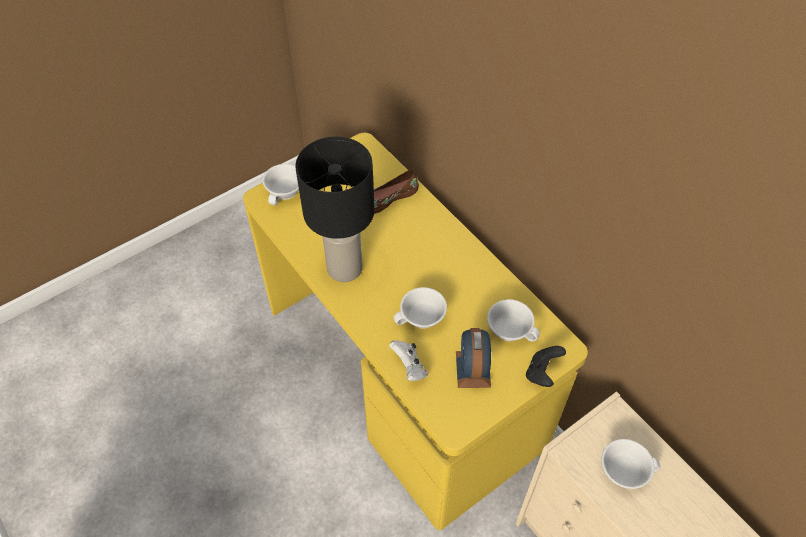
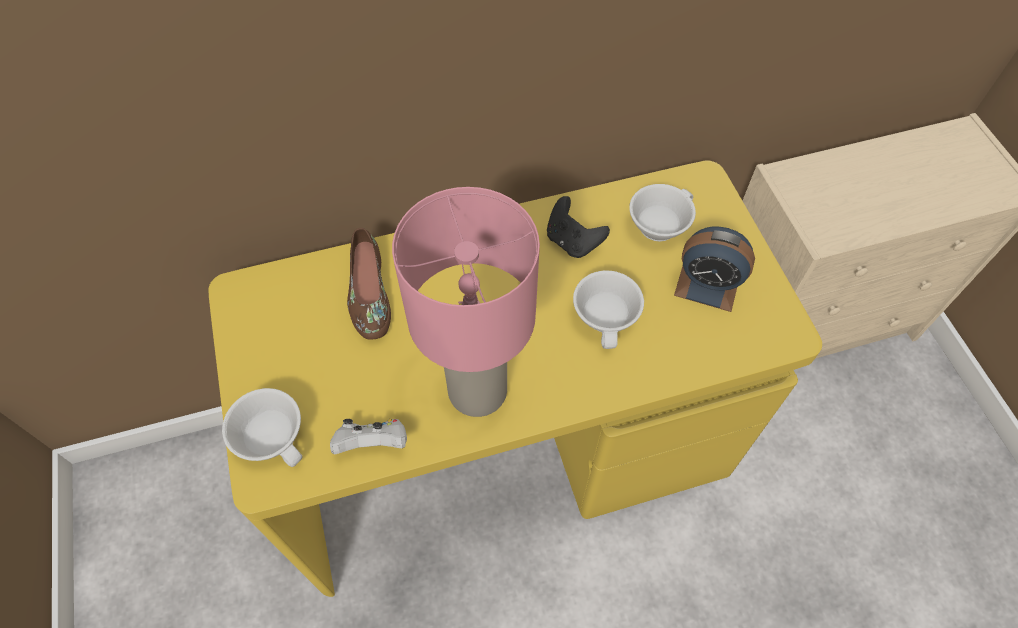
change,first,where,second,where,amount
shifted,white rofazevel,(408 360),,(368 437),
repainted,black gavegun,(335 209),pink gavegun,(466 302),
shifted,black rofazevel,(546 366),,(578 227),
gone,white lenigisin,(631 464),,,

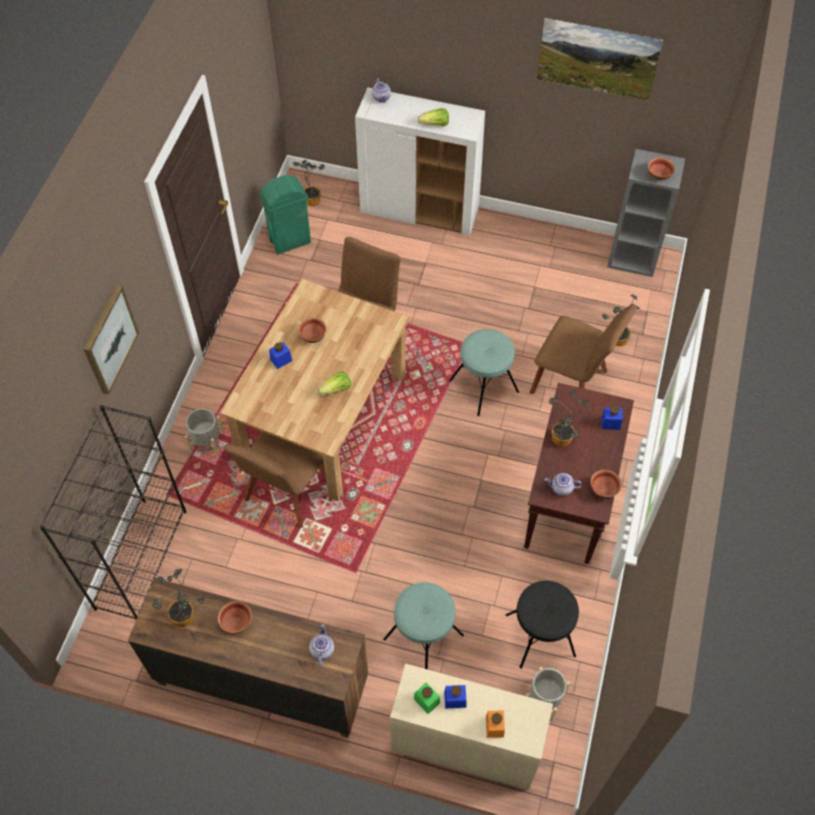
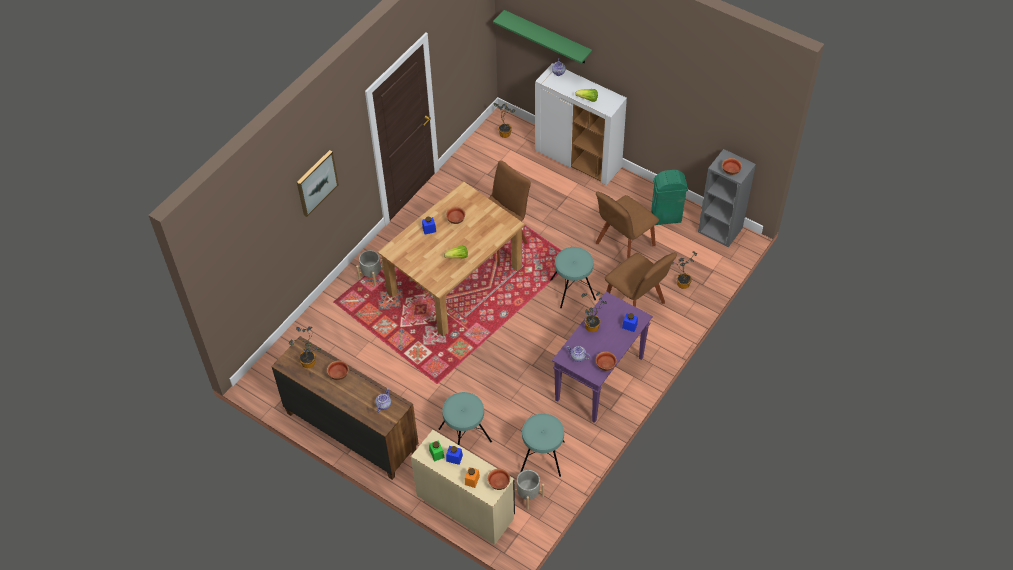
change,first,where,second,where,amount
new,,,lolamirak,(499 479),
new,,,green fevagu,(542 37),
repainted,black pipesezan,(542 625),turquoise pipesezan,(542 445),
repainted,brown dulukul,(579 473),purple dulukul,(602 357),
shifted,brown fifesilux,(275 480),,(627 225),
shifted,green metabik,(285 214),,(669 197),
gone,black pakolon,(113 512),,,
gone,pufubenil,(600 59),,,

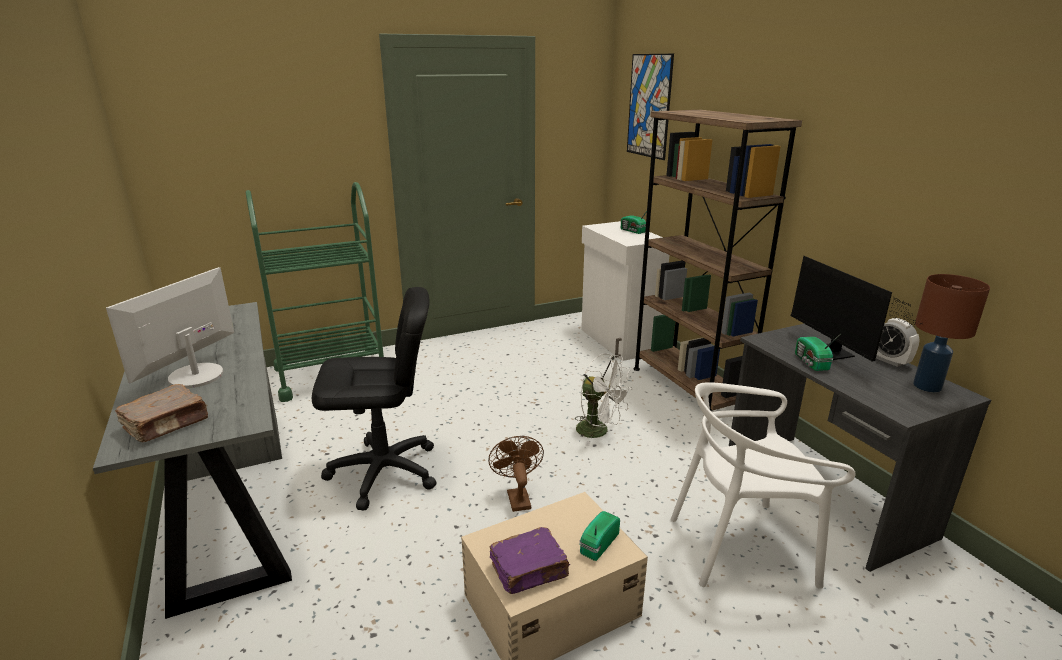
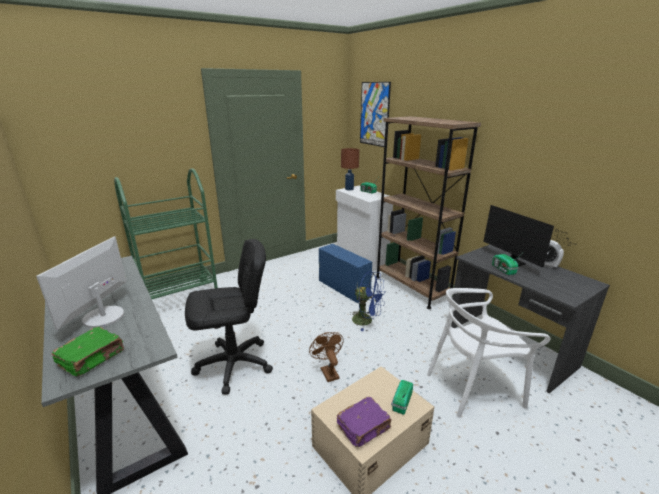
change,first,where,second,where,amount
repainted,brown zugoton,(161 413),green zugoton,(88 351),
new,,,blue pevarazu,(345 273),
shifted,brown gavegun,(951 333),,(350 169),
repainted,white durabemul,(603 399),blue durabemul,(367 301),

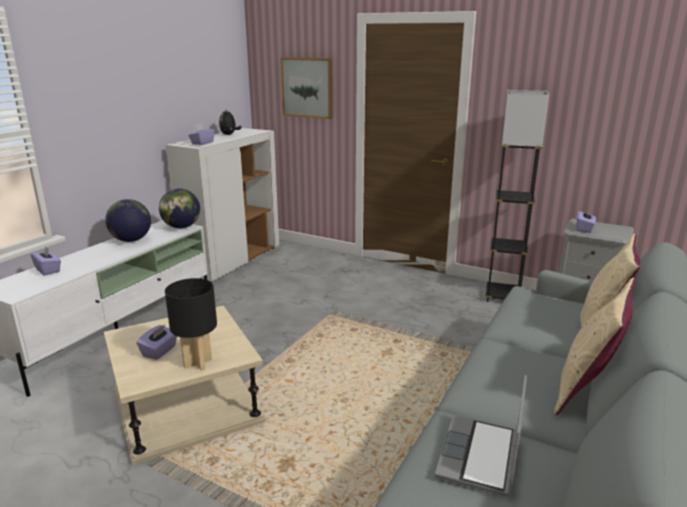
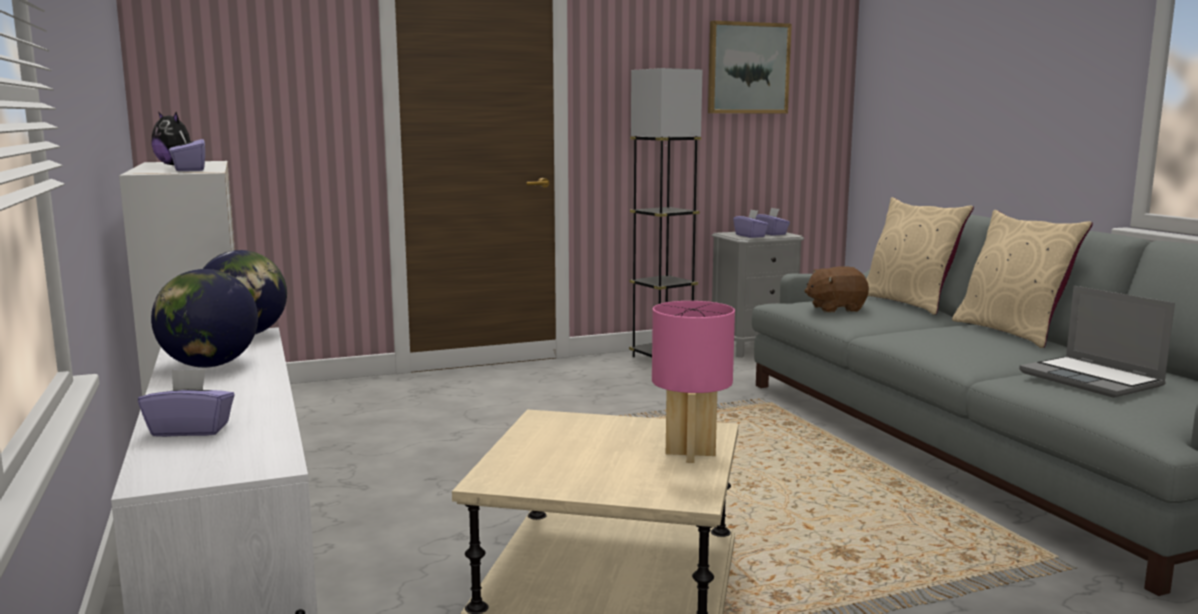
change,first,where,second,where,amount
repainted,black gavegun,(191 324),pink gavegun,(693 382),
shifted,pufubenil,(306 88),,(750 67),
shifted,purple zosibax,(157 342),,(773 222),
new,,,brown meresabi,(837 289),

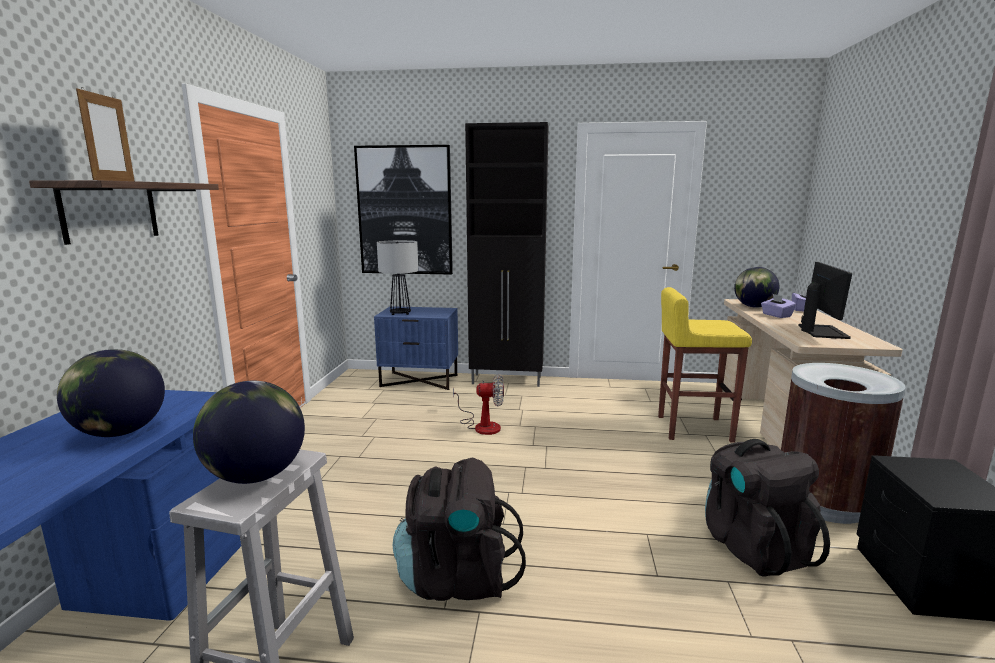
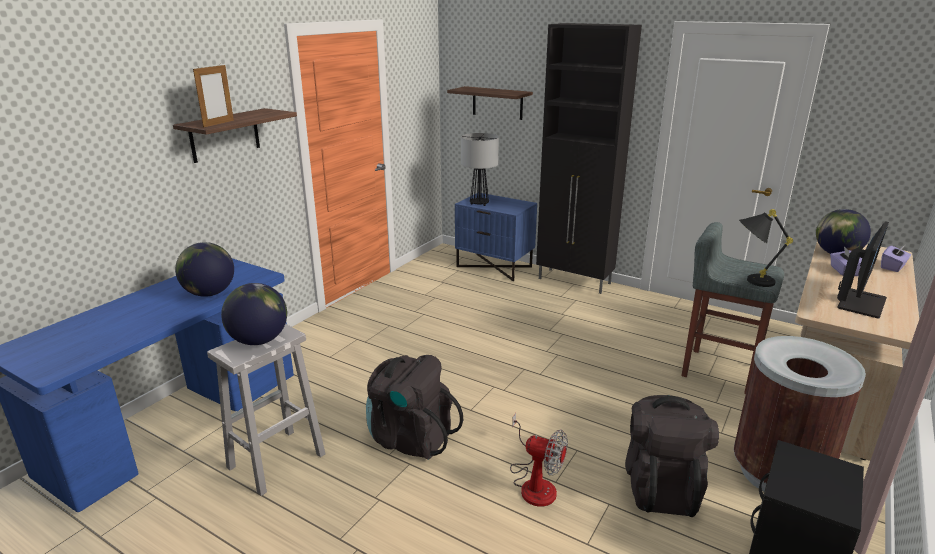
change,first,where,second,where,amount
swapped,pufubenil,(403 210),fevagu,(490 103),
shifted,durabemul,(478 404),,(539 460),
repainted,yellow pipesezan,(705 365),grey pipesezan,(732 308),
new,,,black gavegun,(766 248),

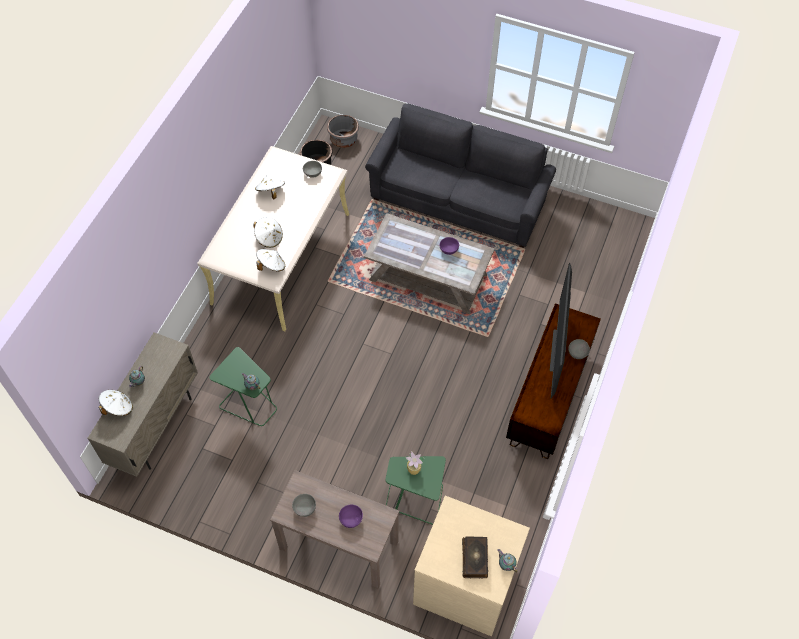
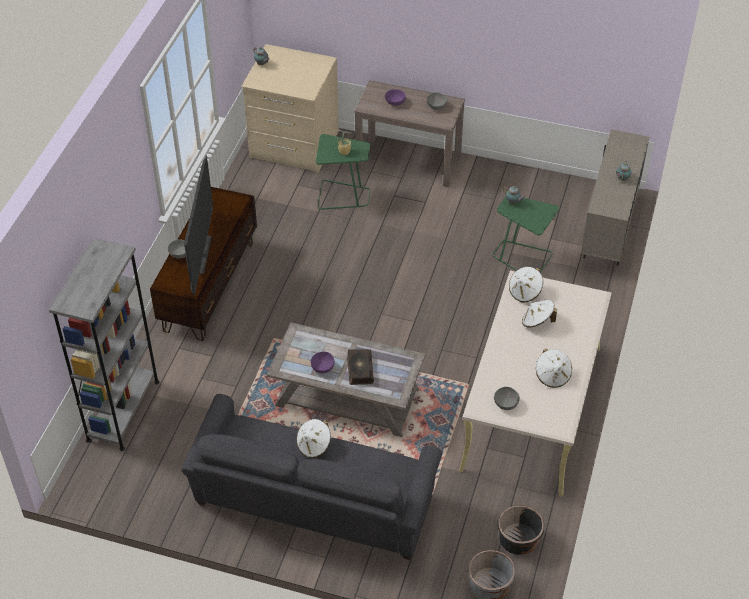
change,first,where,second,where,amount
new,,,grey pakolon,(104 344),
shifted,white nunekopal,(115 403),,(314 438),
shifted,zugoton,(475 557),,(360 367),

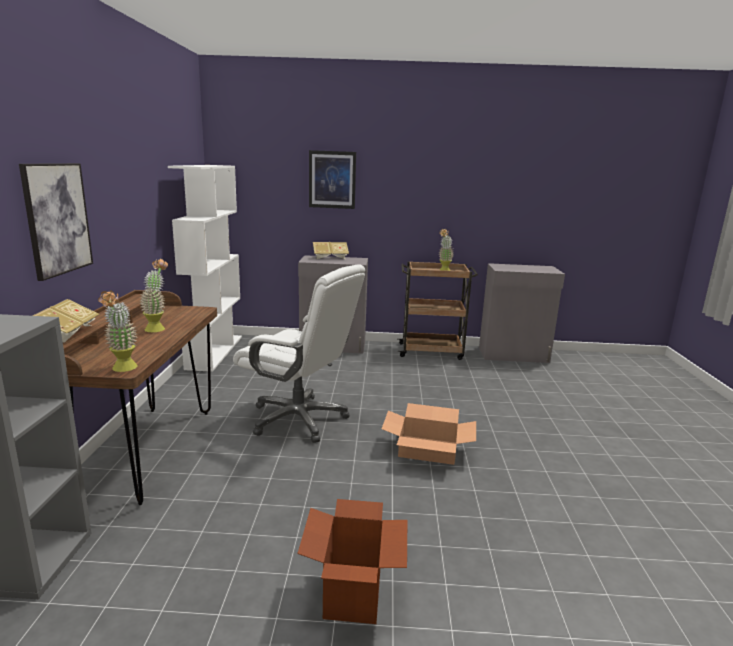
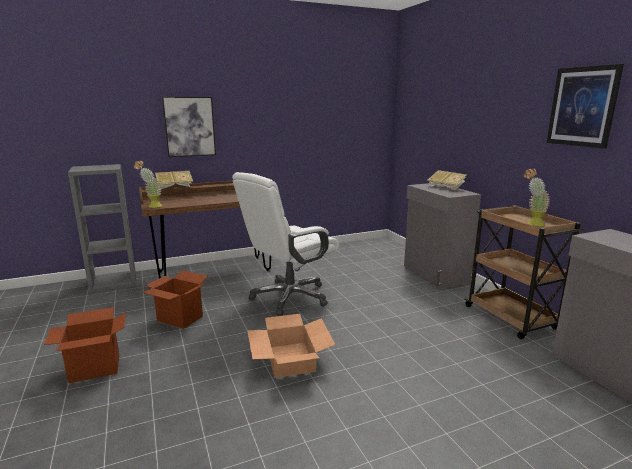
change,first,where,second,where,amount
new,,,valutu,(175 299),
rotated,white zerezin,(299 353),,(285 244),45 degrees clockwise
shifted,pufubenil,(332 179),,(585 106),
gone,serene,(154 295),,,
gone,white pakolon,(205 268),,,

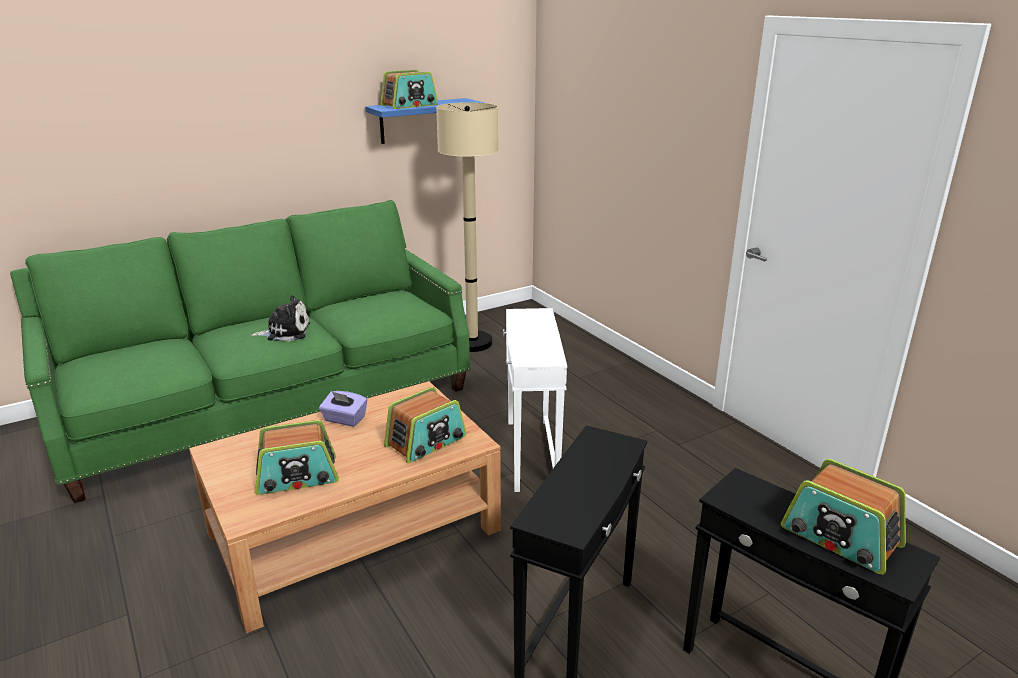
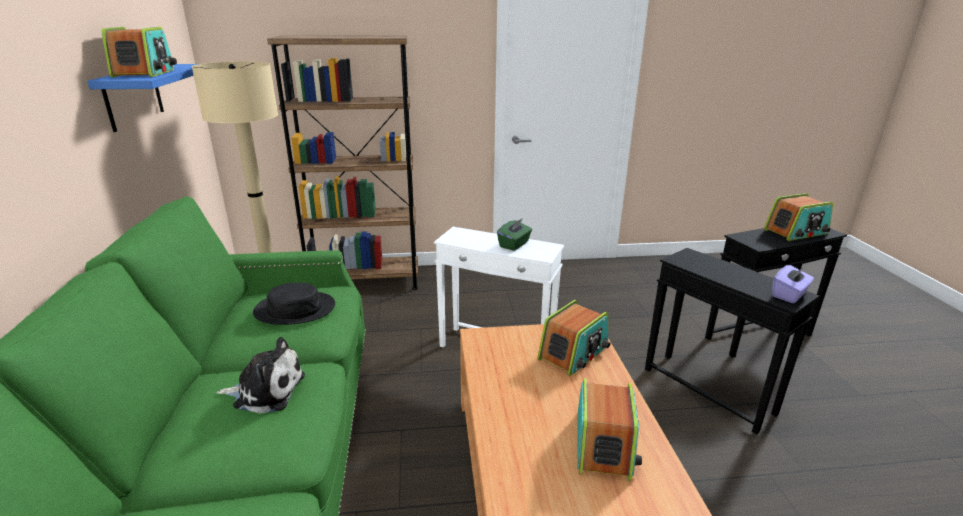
change,first,where,second,where,amount
rotated,meresabi,(280 318),,(261 375),75 degrees clockwise
new,,,black nunekopal,(294 304),
new,,,brown pakolon,(342 162),
new,,,green zosibax,(514 234),
rotated,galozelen,(425 425),,(573 338),60 degrees clockwise
shifted,purple zosibax,(343 408),,(793 284),

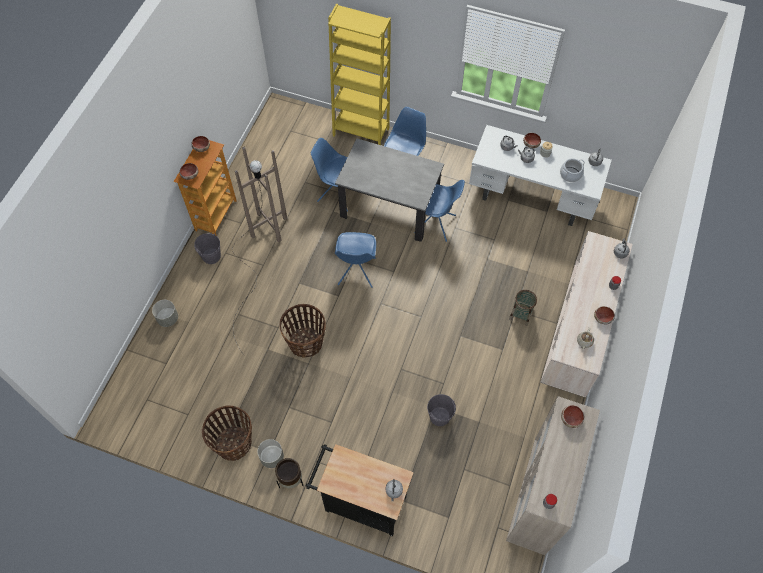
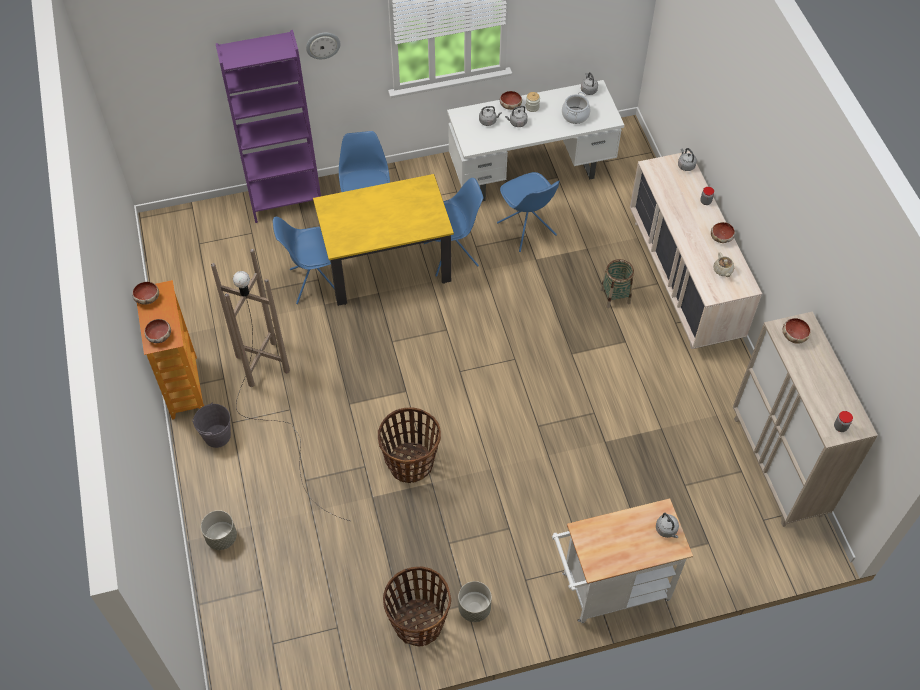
change,first,where,second,where,amount
repainted,yellow pakolon,(359 74),purple pakolon,(268 126),
new,,,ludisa,(323 46),
repainted,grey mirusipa,(389 190),yellow mirusipa,(383 240),
shifted,blue fifesilux,(355 260),,(528 212),
repainted,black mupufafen,(360 490),white mupufafen,(622 560),
gone,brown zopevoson,(289 473),,,
gone,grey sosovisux,(441 410),,,

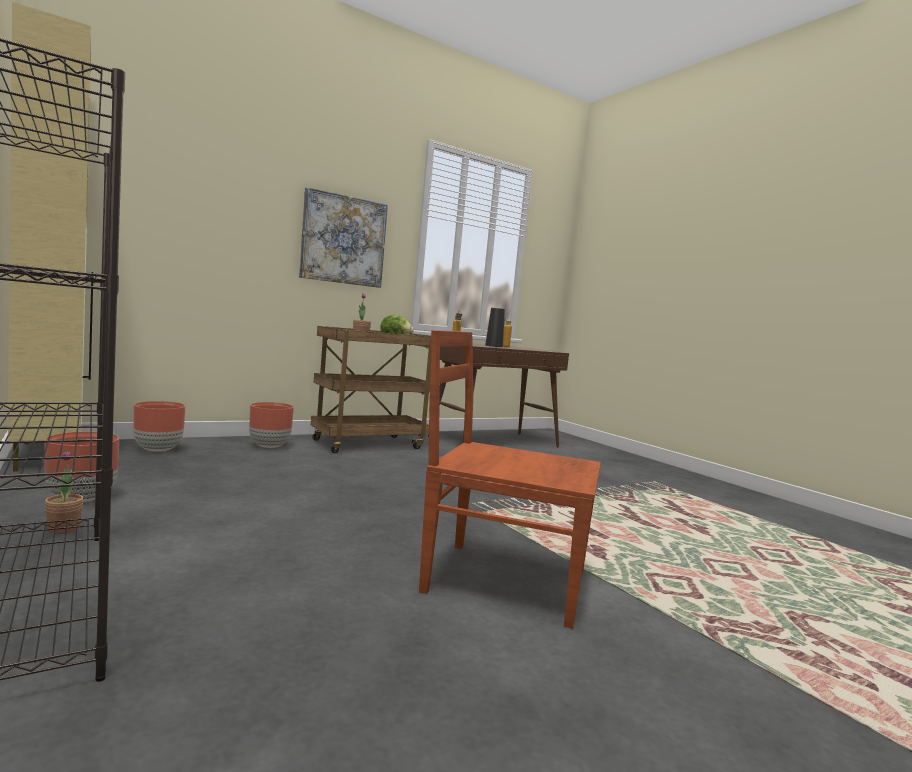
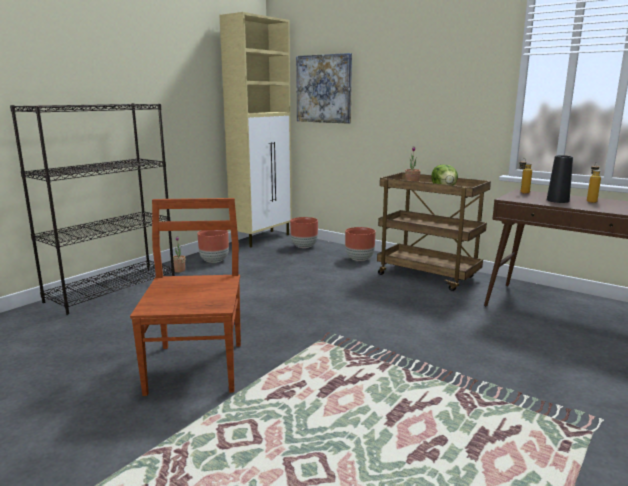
change,first,where,second,where,amount
shifted,pufubenil,(343 237),,(324 88),

